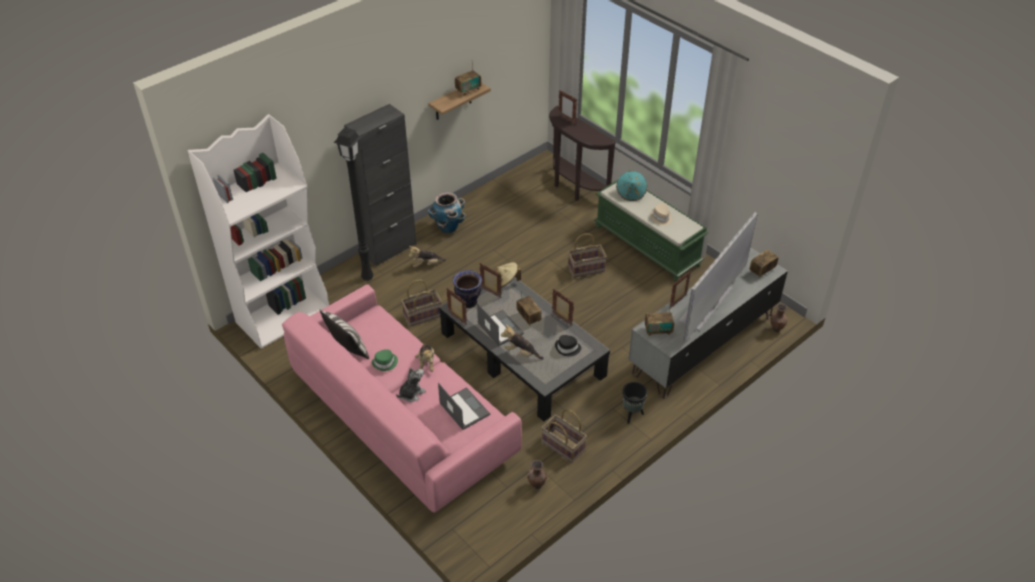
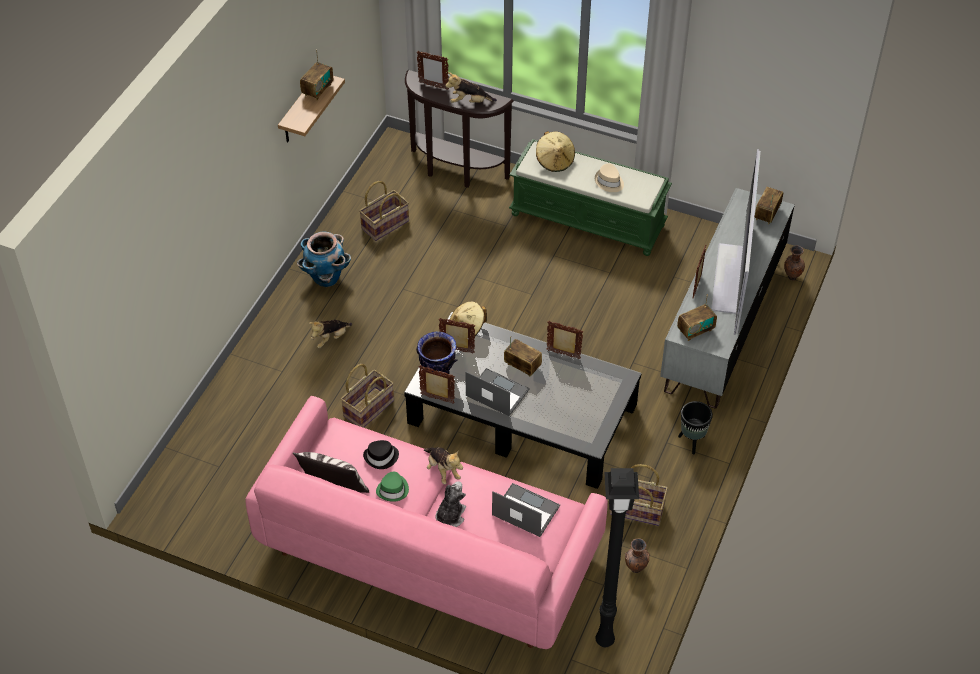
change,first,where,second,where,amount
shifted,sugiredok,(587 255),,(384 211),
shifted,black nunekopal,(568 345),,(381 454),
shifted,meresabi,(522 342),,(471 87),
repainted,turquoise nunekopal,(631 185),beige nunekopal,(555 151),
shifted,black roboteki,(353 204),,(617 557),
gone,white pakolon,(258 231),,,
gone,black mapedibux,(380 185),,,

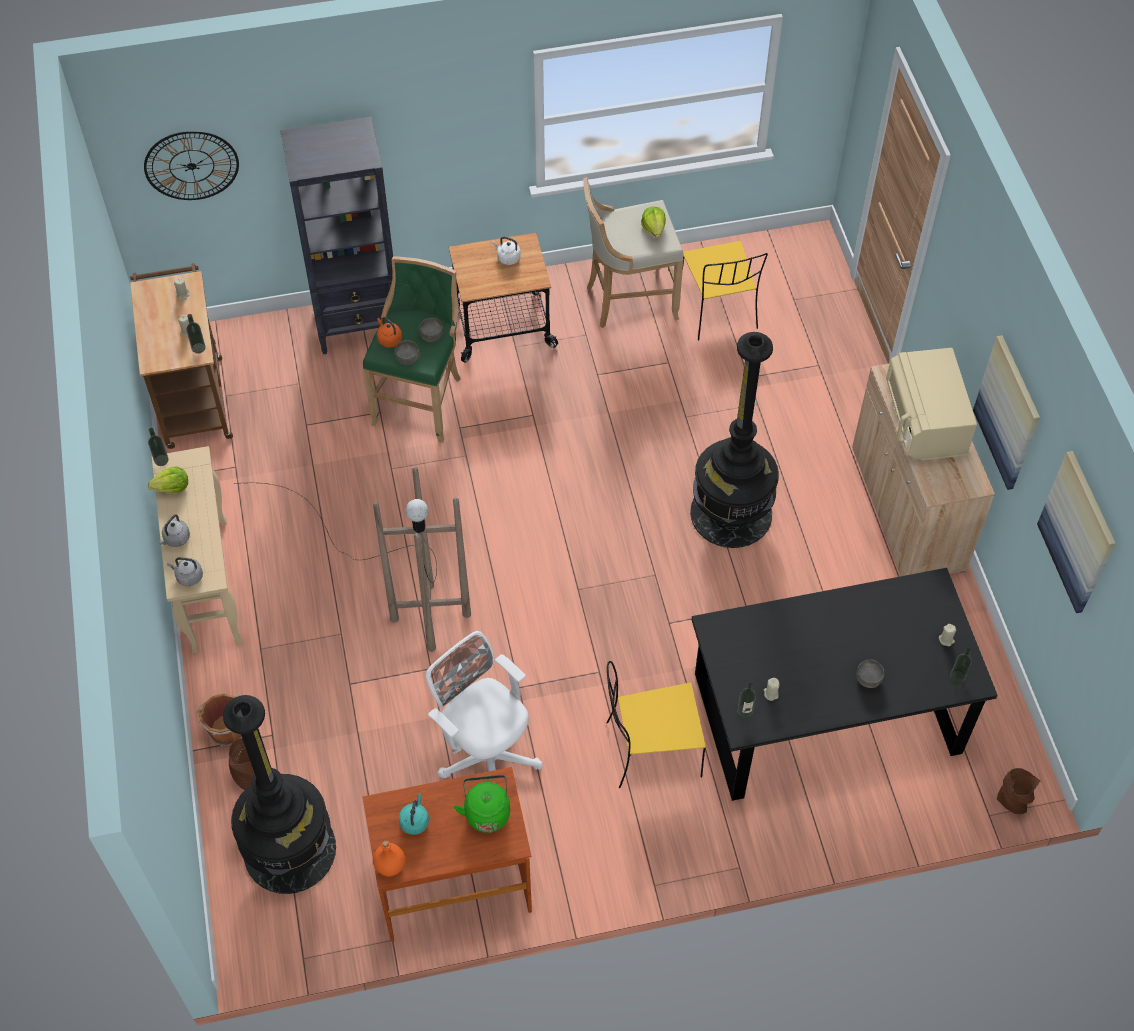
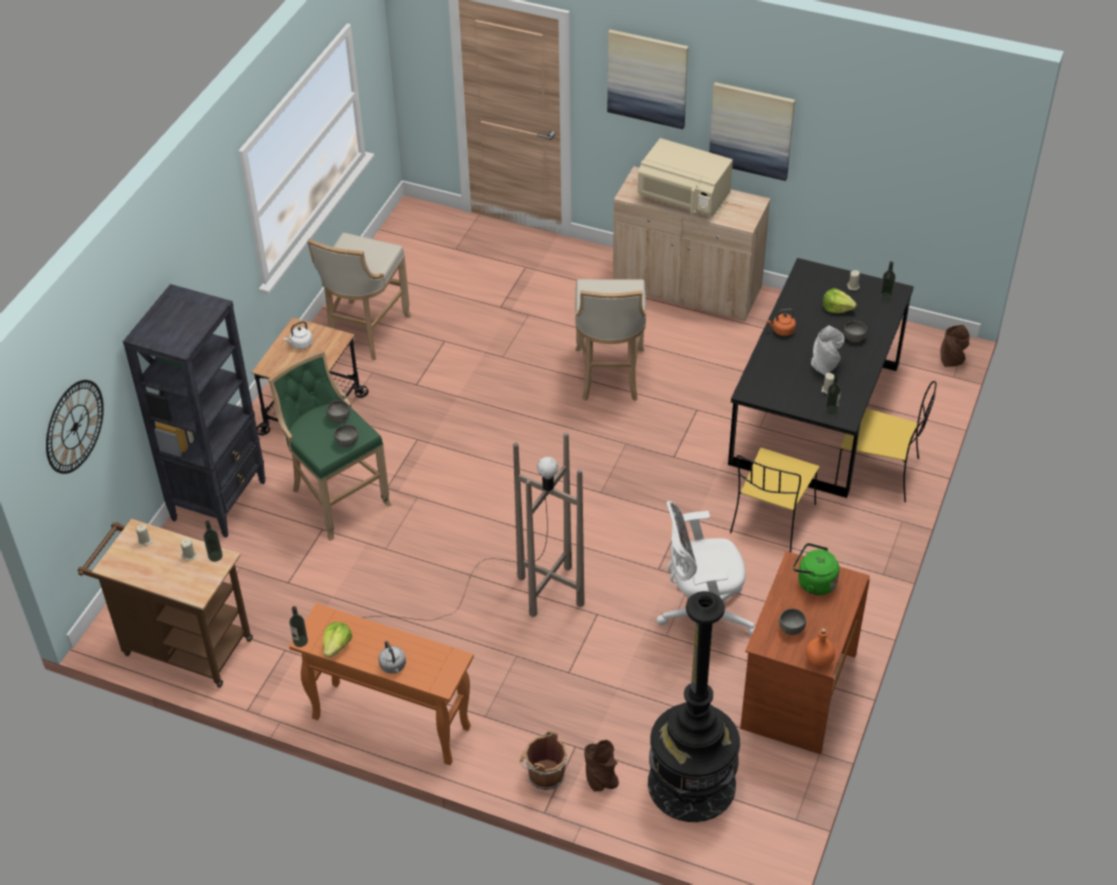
change,first,where,second,where,amount
repainted,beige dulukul,(197 549),orange dulukul,(381 684),
swapped,black roboteki,(734 440),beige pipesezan,(610 340),
shifted,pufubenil,(1076 532),,(648 79),
shifted,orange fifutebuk,(389 332),,(781 322),
swapped,turquoise fifutebuk,(414 814),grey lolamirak,(792 622),
new,,,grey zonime,(827 350),
shifted,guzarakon,(653 222),,(840 300),
shifted,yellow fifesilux,(725 291),,(886 441),
gone,grey fifutebuk,(185 571),,,

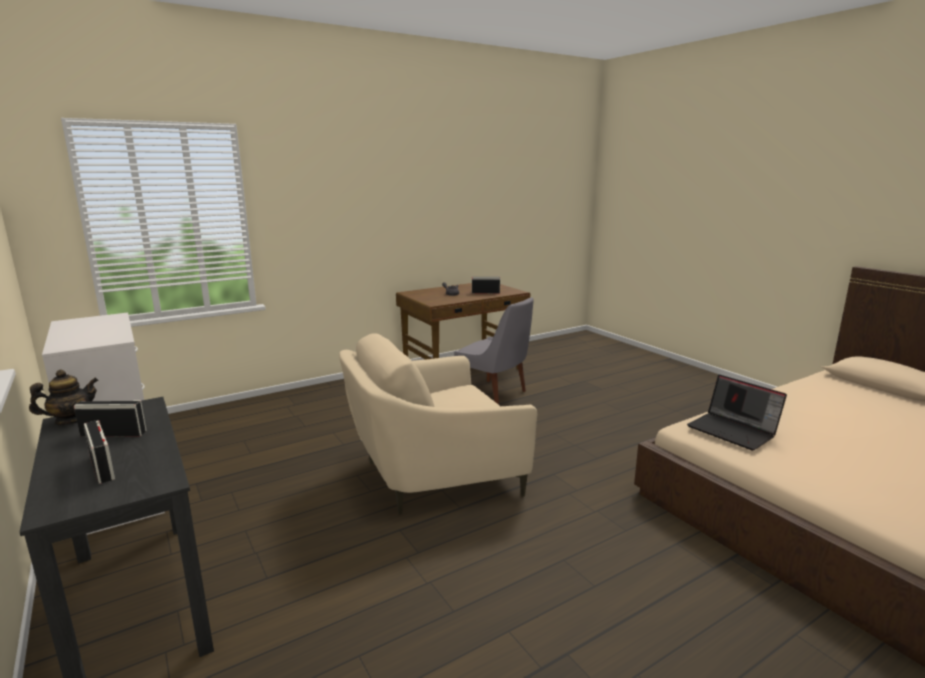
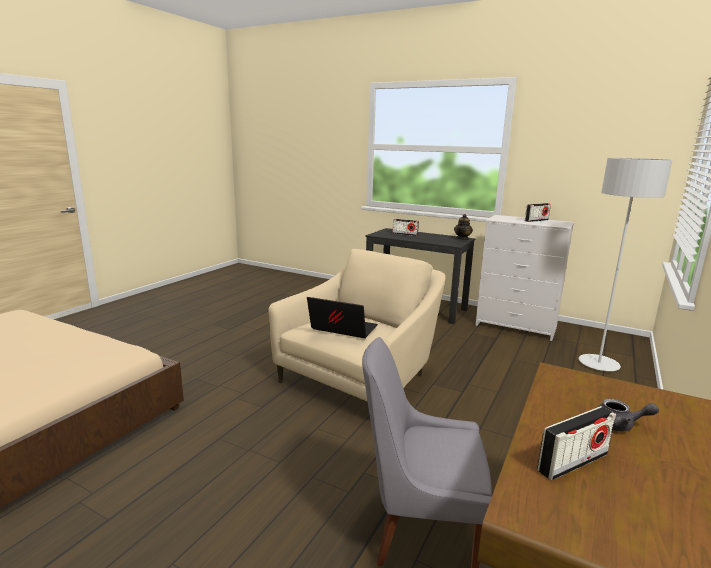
change,first,where,second,where,amount
shifted,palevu,(737 412),,(342 317),
shifted,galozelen,(110 418),,(538 212),
new,,,grey roboteki,(626 264),

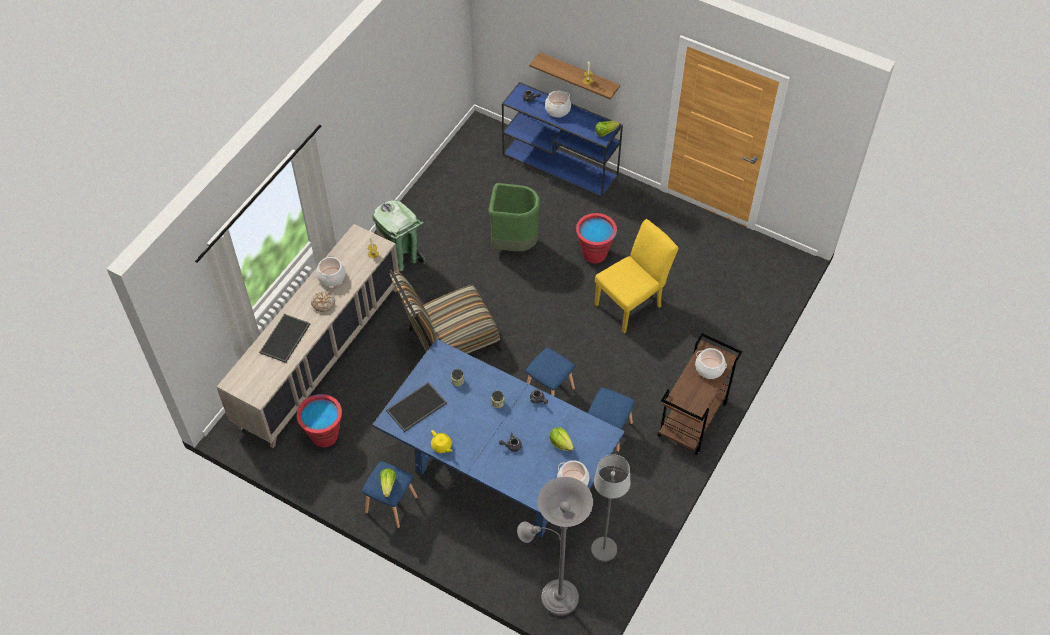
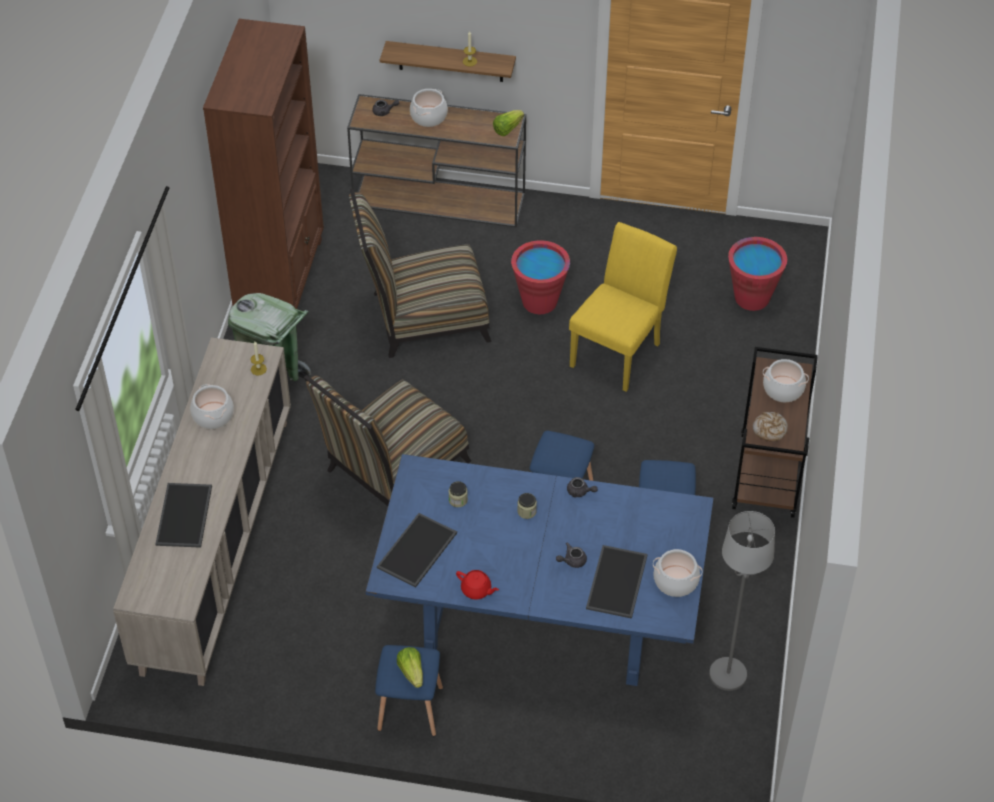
change,first,where,second,where,amount
new,,,brown pakolon,(263 164),
repainted,blue dulukul,(562 140),brown dulukul,(436 161),
swapped,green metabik,(514 217),fifesilux,(420 273),
repainted,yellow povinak,(441 441),red povinak,(477 585),
new,,,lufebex,(617 582),
shifted,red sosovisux,(319 420),,(757 274),
shifted,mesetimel,(323 301),,(770 426),
gone,grey roboteki,(555 546),,,
gone,guzarakon,(562 439),,,

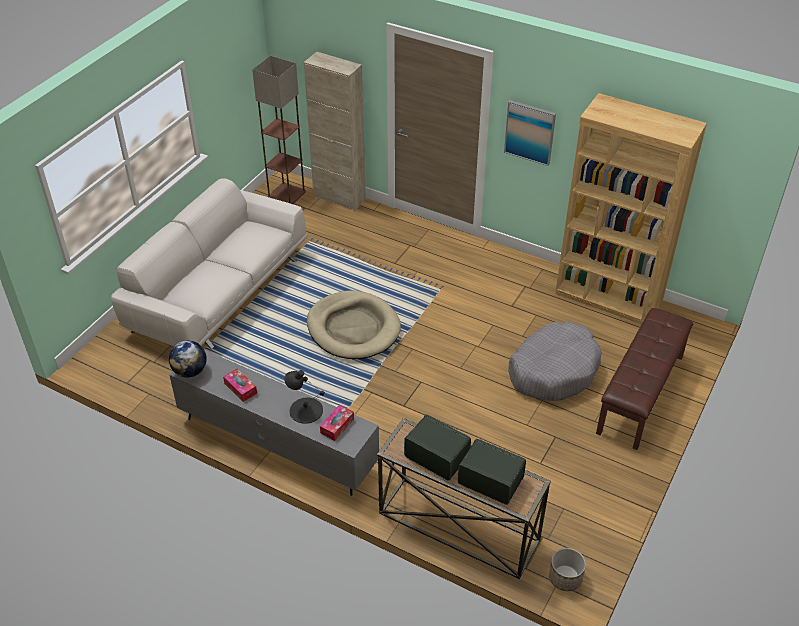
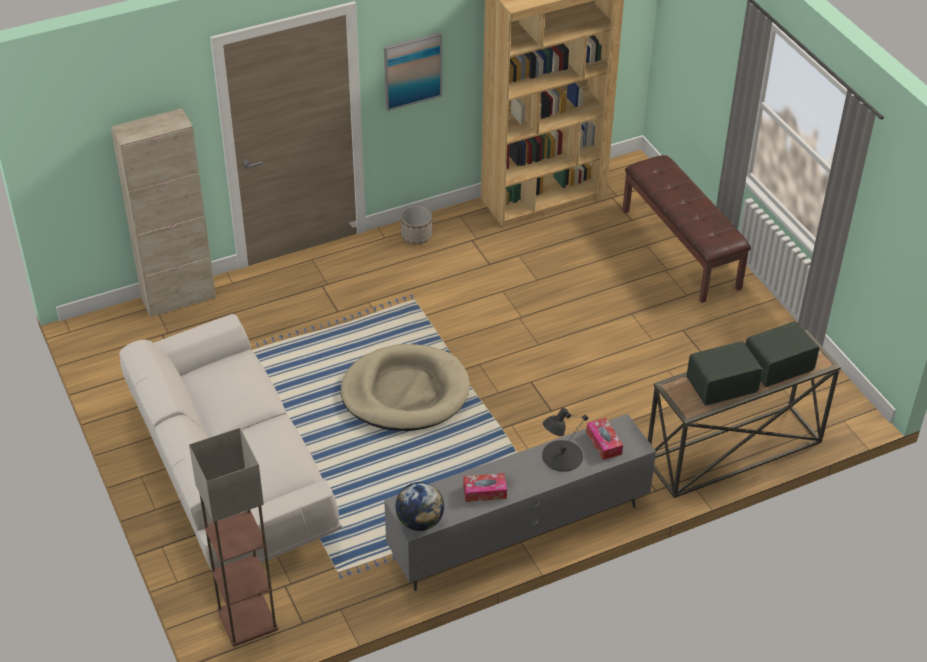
change,first,where,second,where,amount
shifted,roboteki,(279 129),,(233 537),
shifted,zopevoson,(567 569),,(416 225),
gone,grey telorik,(554 361),,,

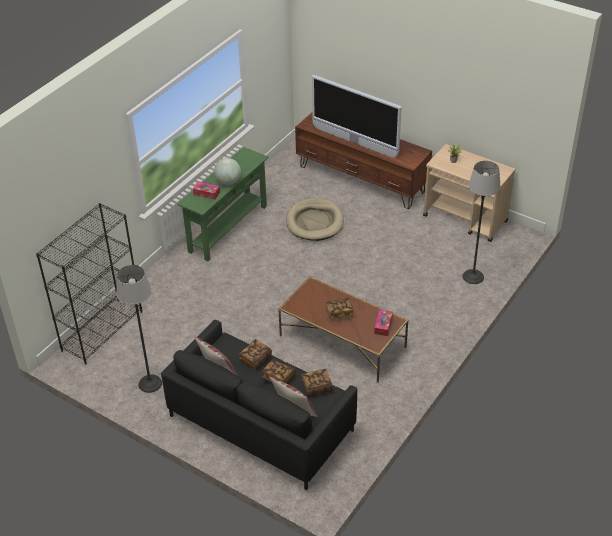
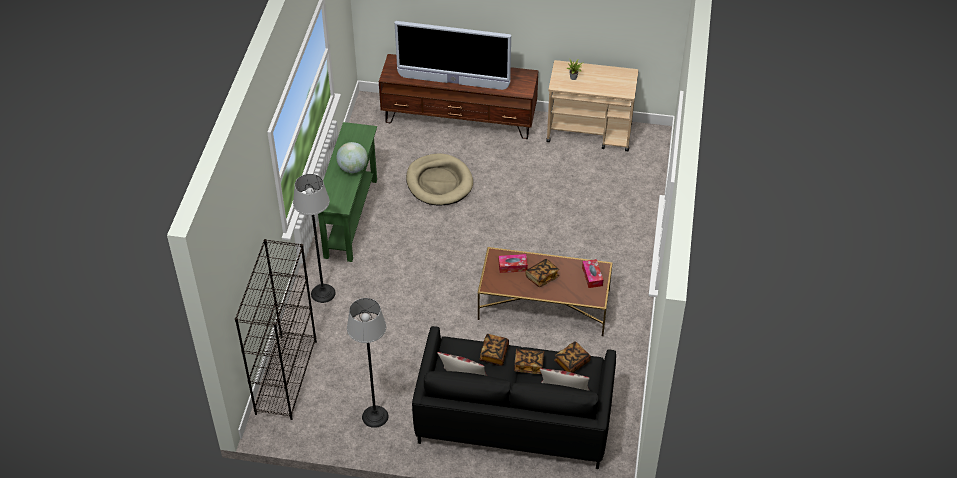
change,first,where,second,where,amount
shifted,roboteki,(481 222),,(314 238),
shifted,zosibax,(206 191),,(513 263),

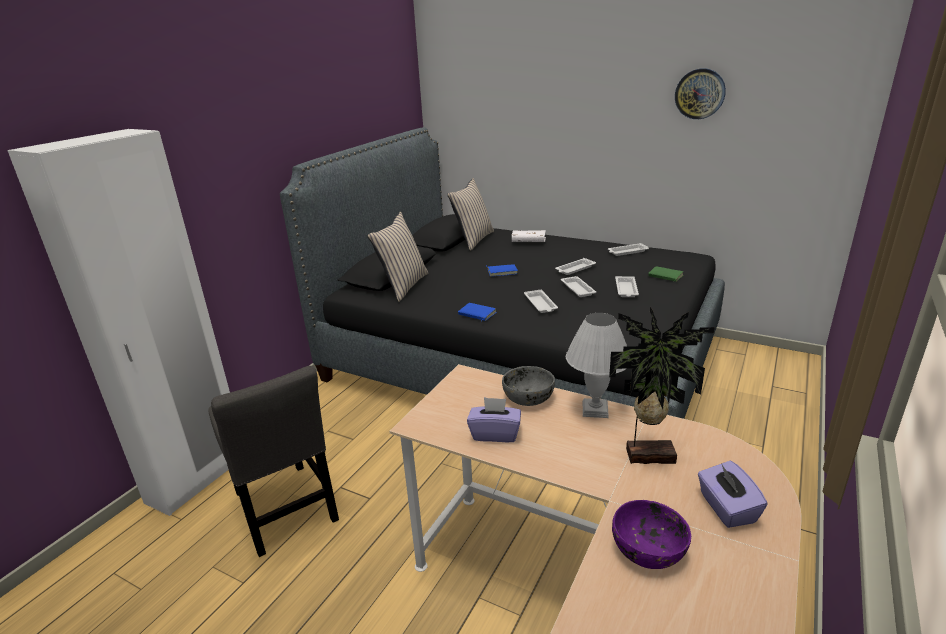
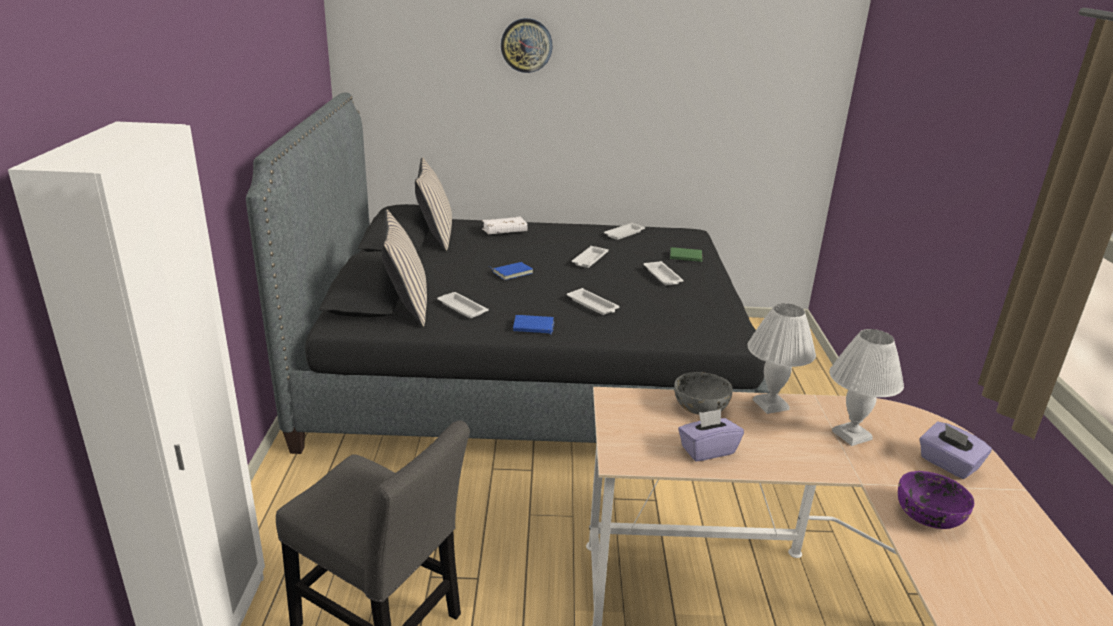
change,first,where,second,where,amount
shifted,white lufebex,(579 286),,(462 305),
shifted,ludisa,(700 93),,(527 45),
swapped,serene,(662 385),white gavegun,(867 387),

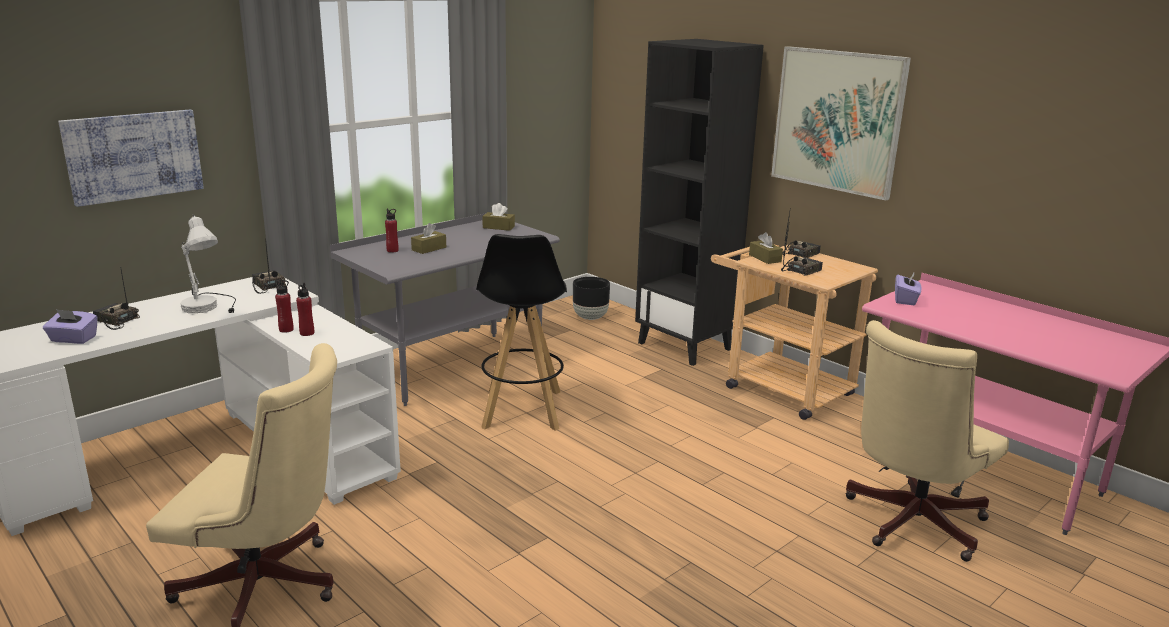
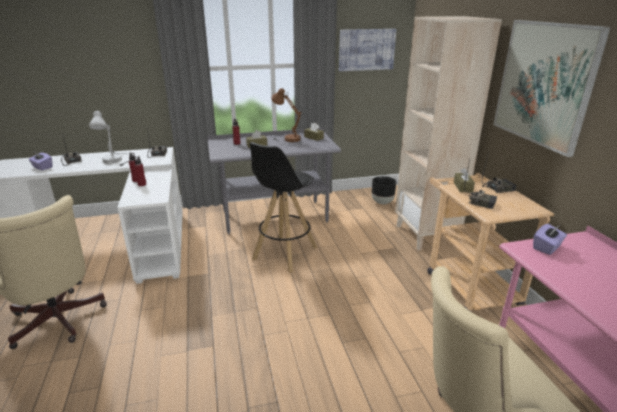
change,first,where,second,where,amount
new,,,brown gavegun,(286 116),
shifted,pufubenil,(131 158),,(367 50),
repainted,black pakolon,(699 202),beige pakolon,(448 133),
rotated,galozelen,(802 251),,(480 184),45 degrees clockwise

